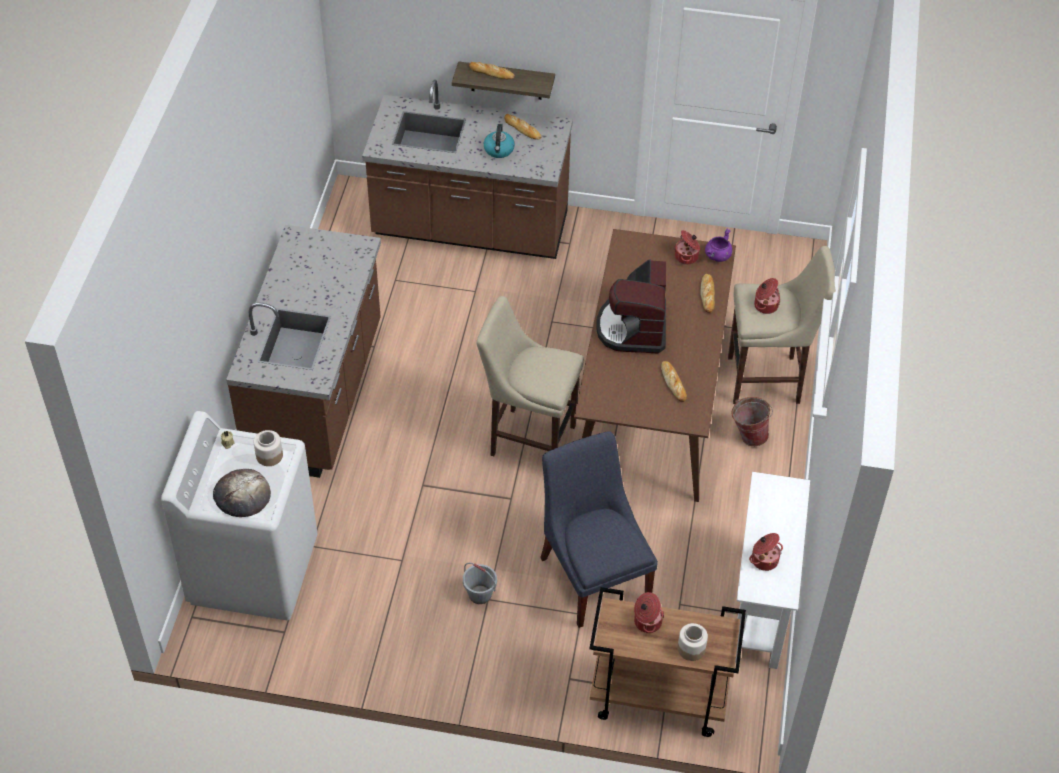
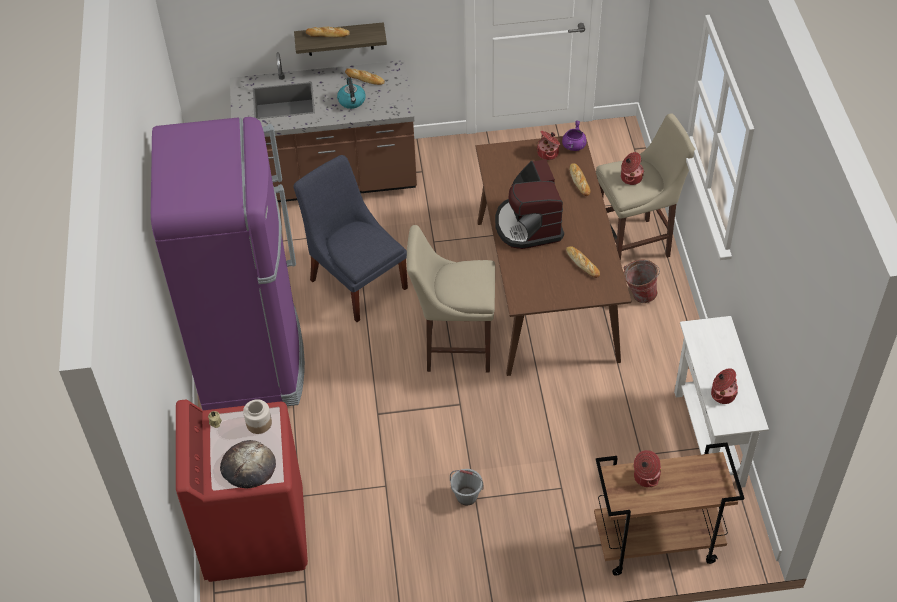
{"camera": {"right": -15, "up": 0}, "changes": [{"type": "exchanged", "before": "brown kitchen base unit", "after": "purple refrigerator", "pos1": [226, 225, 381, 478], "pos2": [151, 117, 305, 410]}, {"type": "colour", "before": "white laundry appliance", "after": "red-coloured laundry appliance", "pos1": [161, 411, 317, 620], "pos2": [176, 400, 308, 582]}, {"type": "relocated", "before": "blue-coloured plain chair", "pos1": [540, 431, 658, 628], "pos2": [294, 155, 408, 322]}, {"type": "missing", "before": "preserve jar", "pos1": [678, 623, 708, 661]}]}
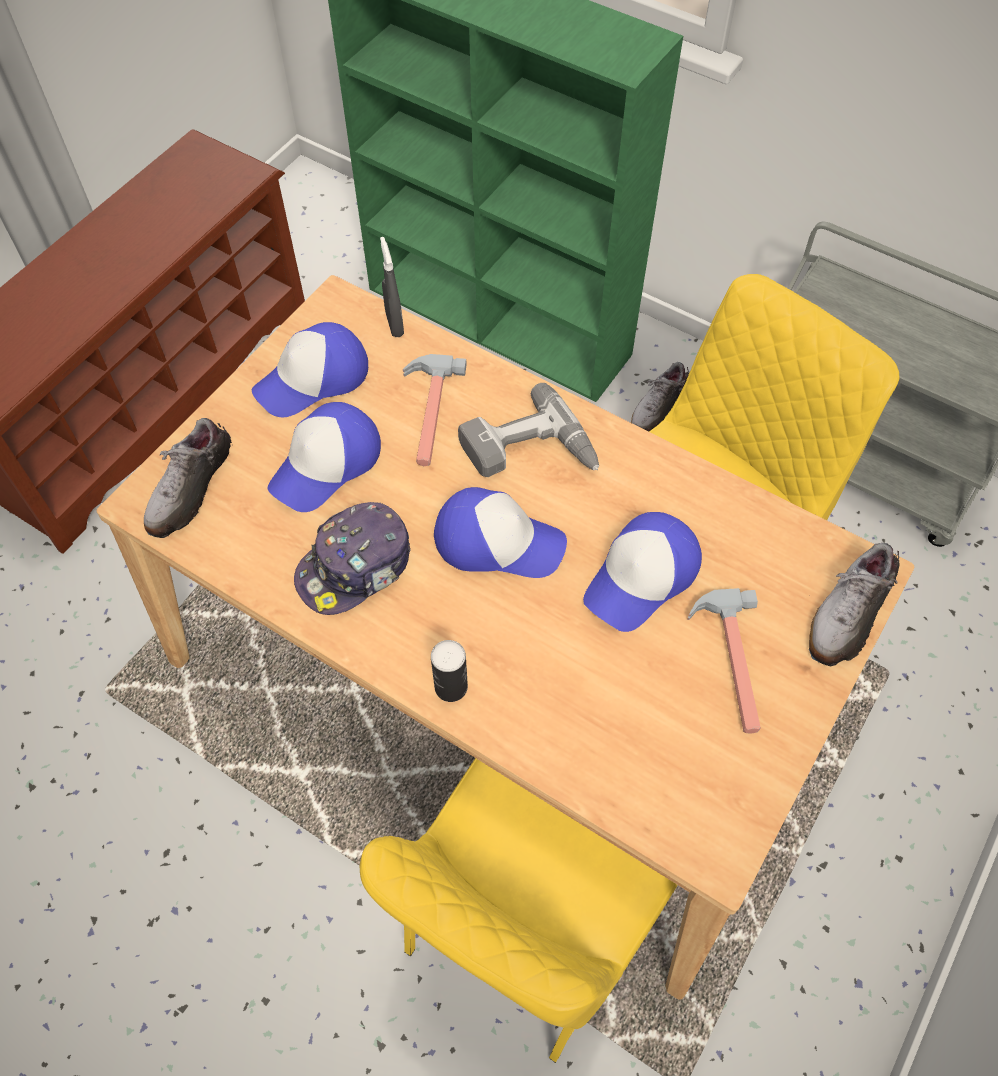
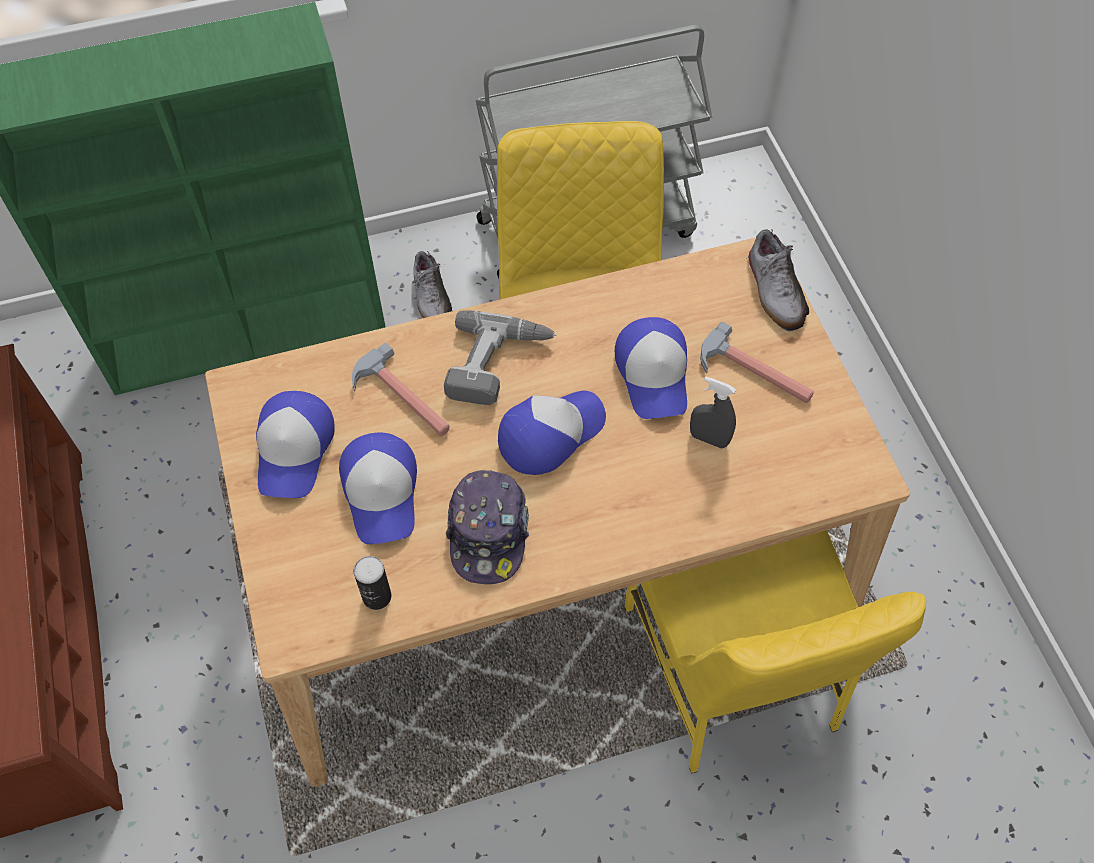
{"camera": {"right": -50, "up": 0}, "changes": [{"type": "relocated", "before": "gray hand sprayer", "pos1": [380, 237, 404, 337], "pos2": [690, 377, 736, 448]}, {"type": "missing", "before": "shoe", "pos1": [144, 418, 232, 538]}, {"type": "relocated", "before": "can", "pos1": [431, 640, 468, 702], "pos2": [354, 556, 391, 610]}]}
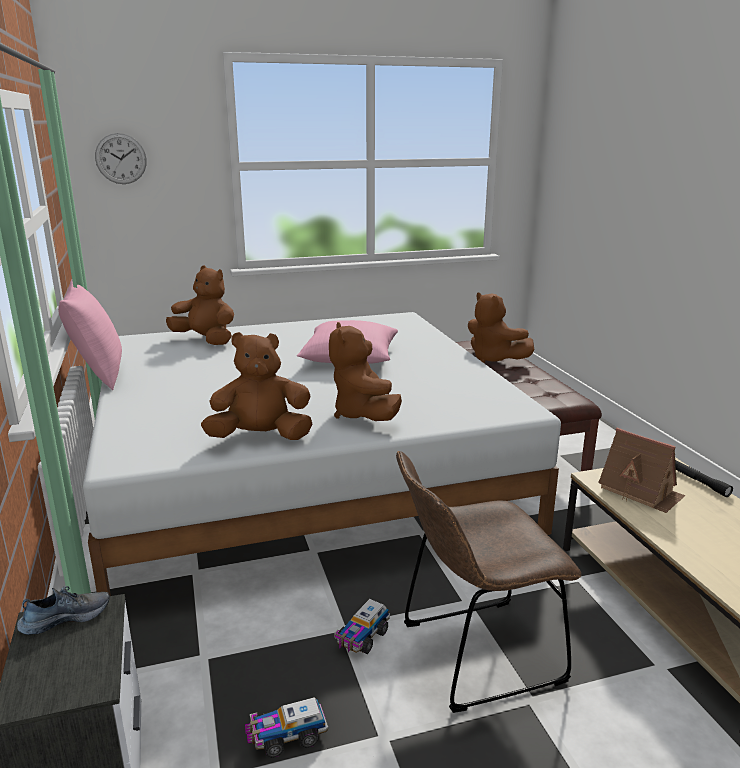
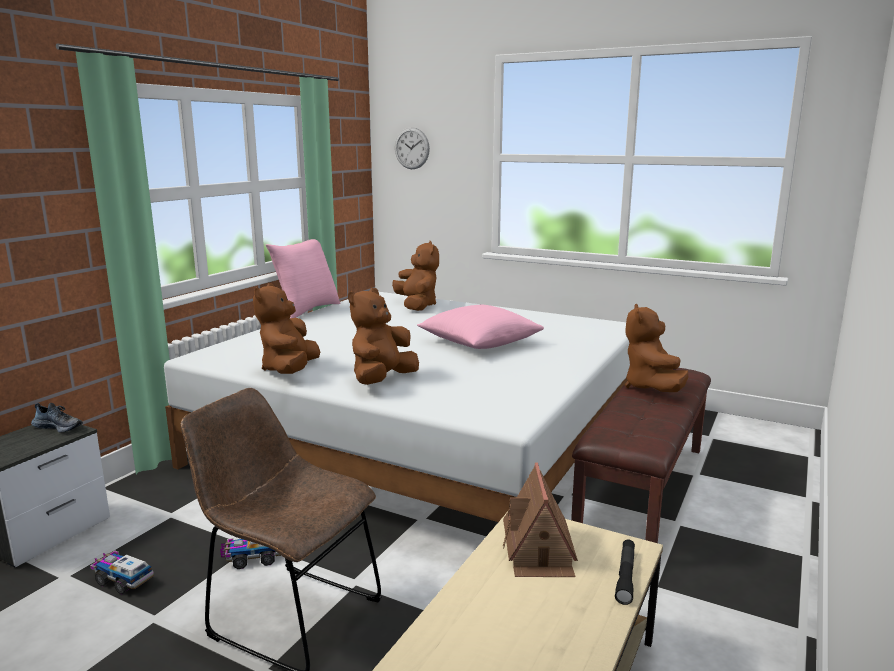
{"camera": {"right": 45, "up": -5}, "changes": [{"type": "spun", "before": "brown soft toy", "pos1": [201, 332, 313, 440], "pos2": [253, 283, 320, 374], "turn": -120}]}
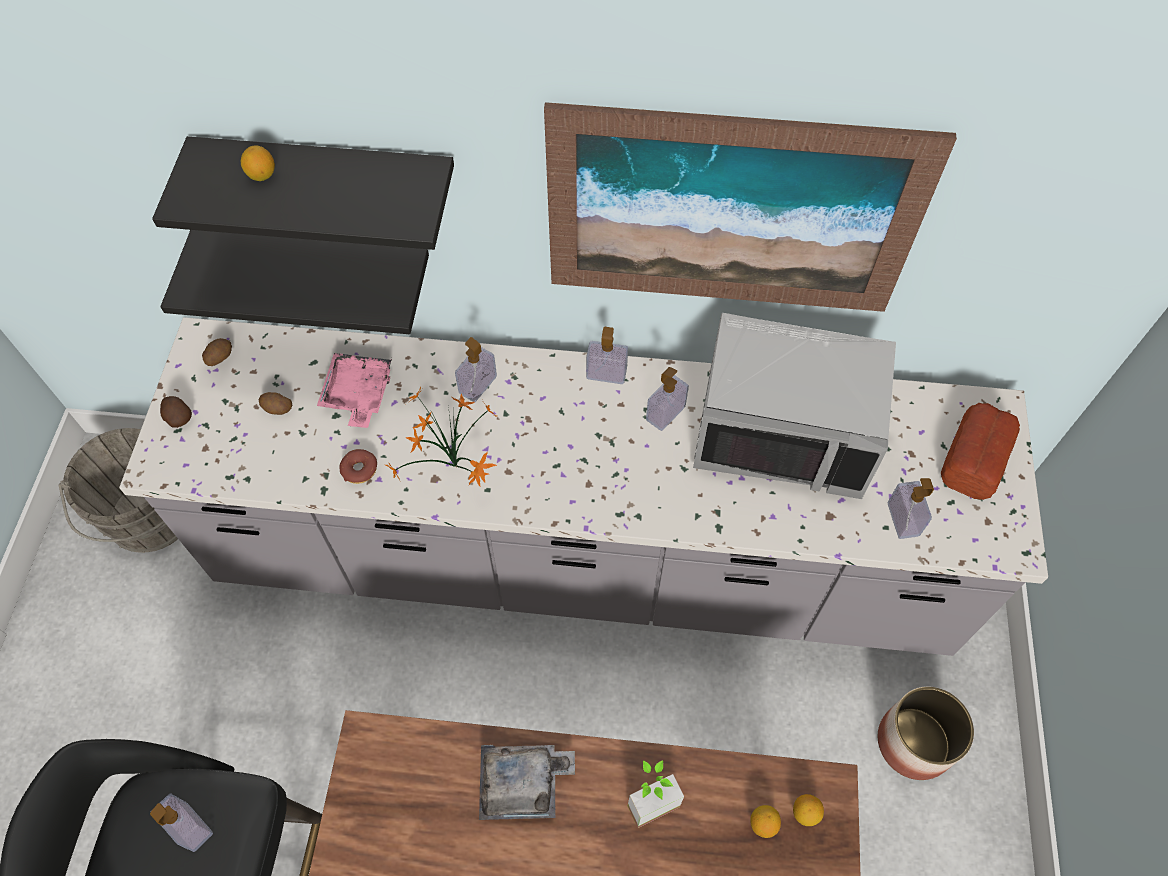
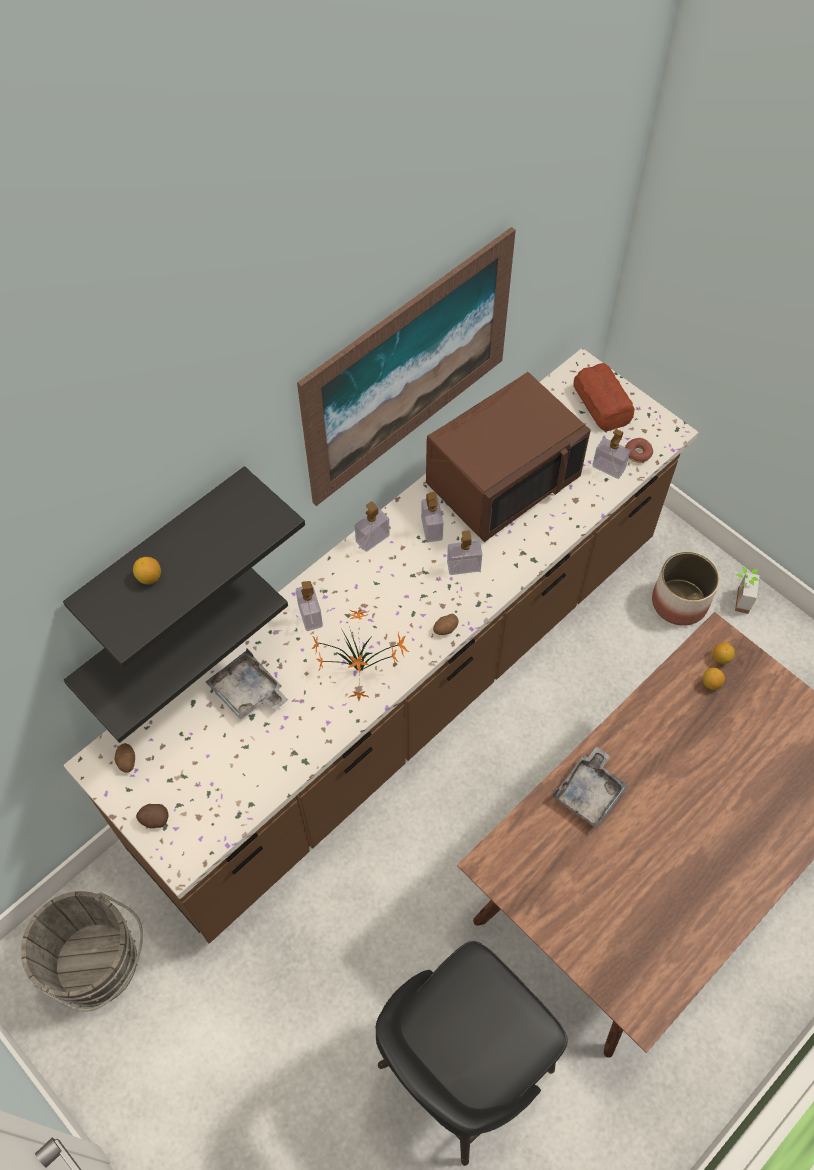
{"camera": {"right": -50, "up": 0}, "changes": [{"type": "colour", "before": "gray kitchen microwave", "after": "brown kitchen microwave", "pos1": [693, 313, 896, 499], "pos2": [426, 372, 591, 542]}, {"type": "colour", "before": "gray kitchen base unit", "after": "brown kitchen base unit", "pos1": [119, 317, 1048, 656], "pos2": [64, 348, 698, 944]}, {"type": "colour", "before": "pink-coloured tray", "after": "gray tray", "pos1": [317, 353, 392, 428], "pos2": [206, 649, 288, 720]}, {"type": "relocated", "before": "potato", "pos1": [259, 392, 292, 415], "pos2": [433, 614, 459, 635]}, {"type": "relocated", "before": "ring doughnut", "pos1": [340, 449, 377, 484], "pos2": [625, 438, 653, 463]}, {"type": "relocated", "before": "plant in a pot", "pos1": [628, 760, 684, 828], "pos2": [735, 567, 760, 614]}, {"type": "relocated", "before": "liquid soap bottle", "pos1": [150, 793, 213, 852], "pos2": [447, 530, 482, 575]}]}
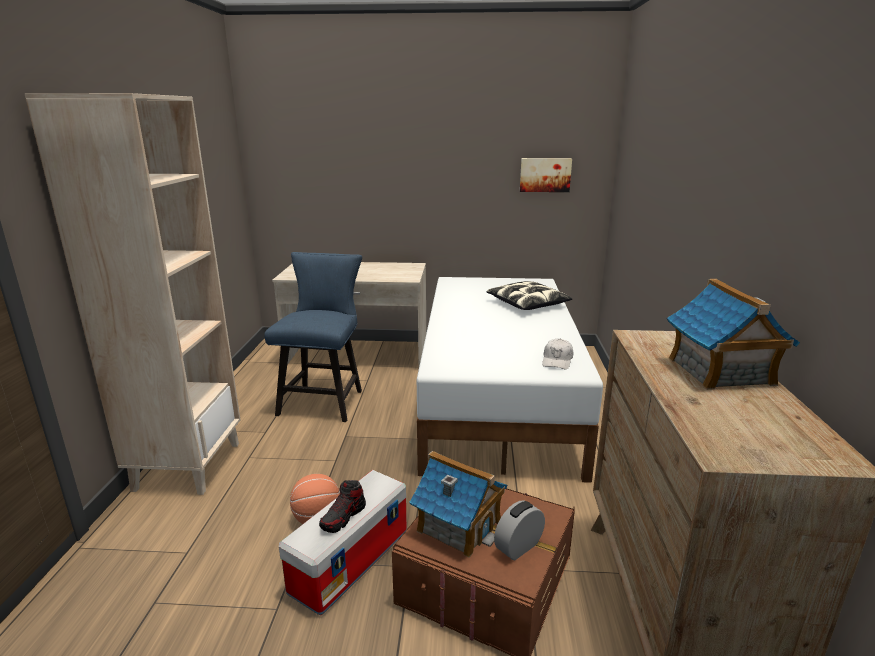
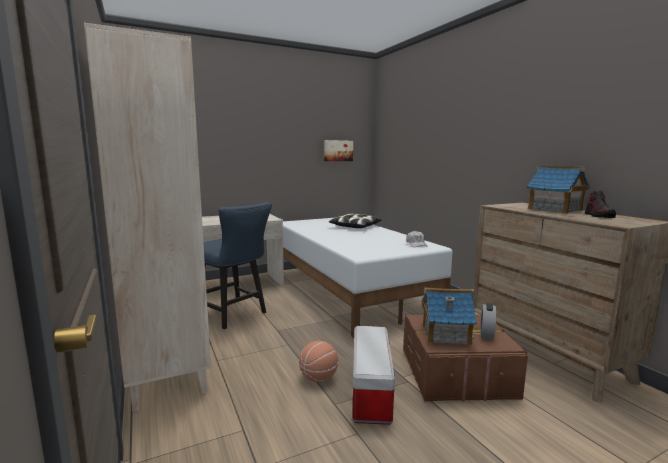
{"camera": {"right": -30, "up": -10}, "changes": [{"type": "spun", "before": "blue-coloured plain chair", "pos1": [264, 252, 362, 422], "pos2": [203, 202, 272, 329], "turn": 150}, {"type": "relocated", "before": "shoe", "pos1": [319, 480, 366, 533], "pos2": [585, 190, 616, 218]}]}
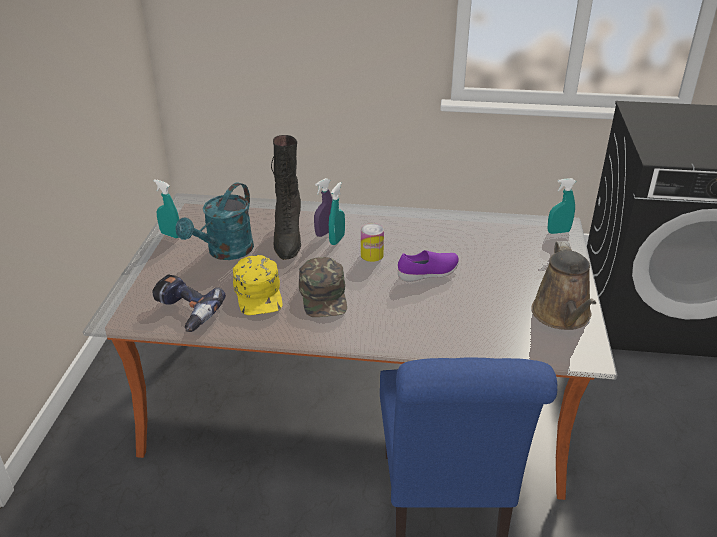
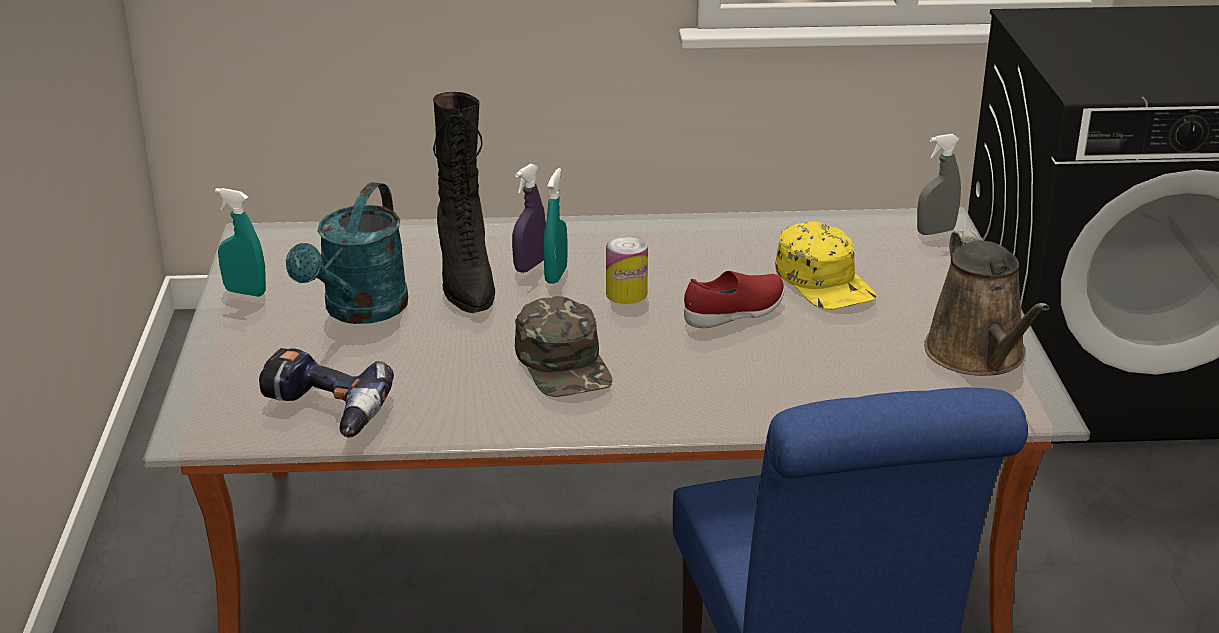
{"camera": {"right": -10, "up": -5}, "changes": [{"type": "colour", "before": "turquoise-coloured hand sprayer", "after": "gray hand sprayer", "pos1": [547, 178, 576, 234], "pos2": [917, 134, 961, 235]}, {"type": "colour", "before": "purple shoe", "after": "red-coloured shoe", "pos1": [398, 250, 459, 282], "pos2": [684, 271, 785, 328]}, {"type": "relocated", "before": "yellowish cap", "pos1": [233, 255, 283, 315], "pos2": [775, 222, 876, 309]}]}
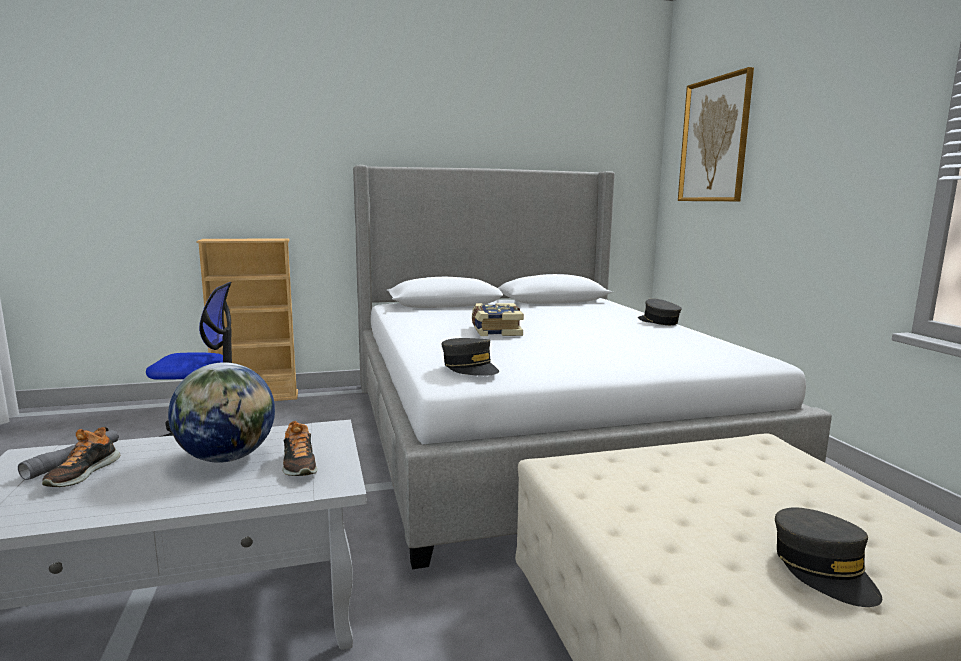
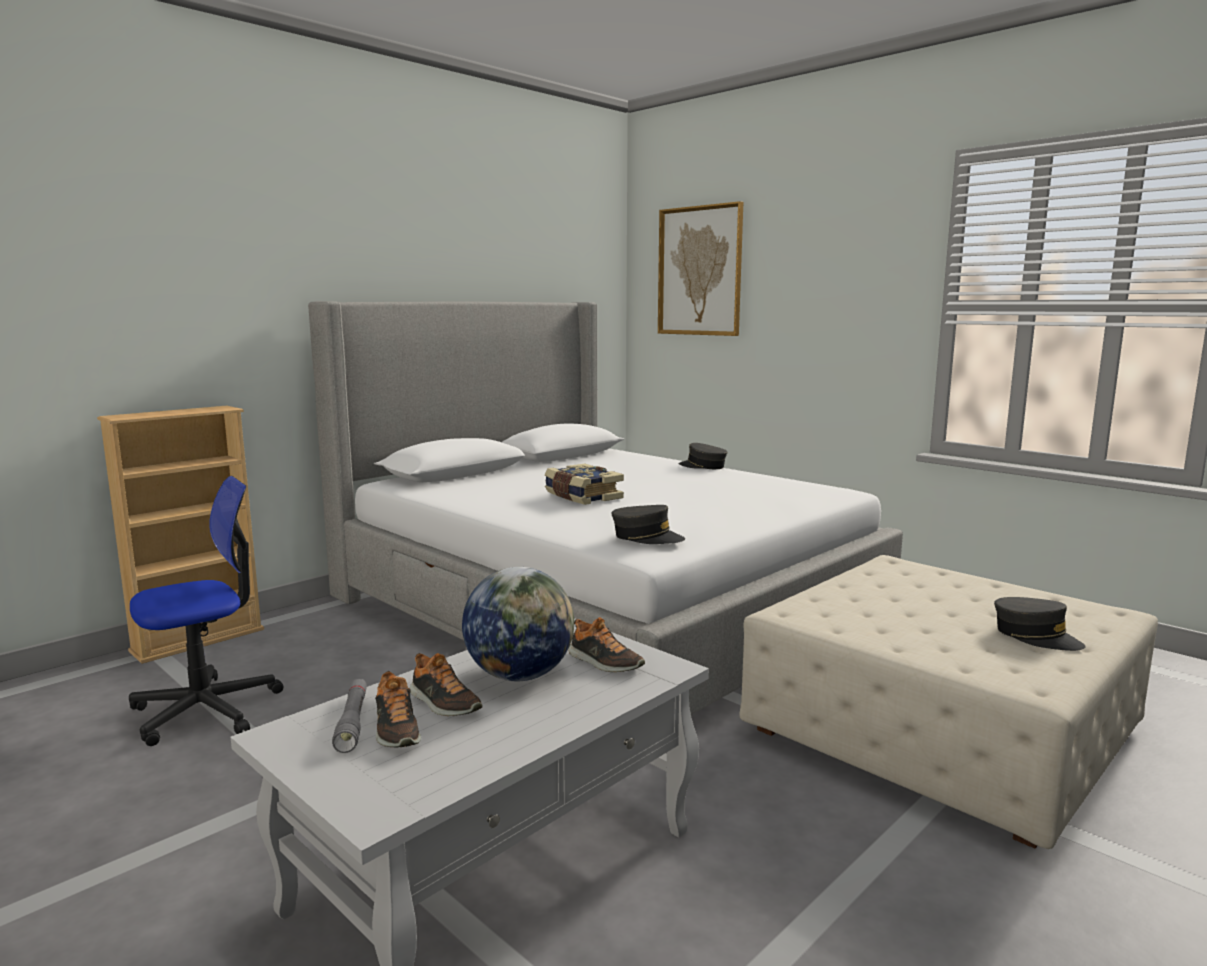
{"camera": {"right": -30, "up": 0}, "changes": [{"type": "appeared", "after": "shoe", "pos2": [410, 653, 483, 716]}]}
